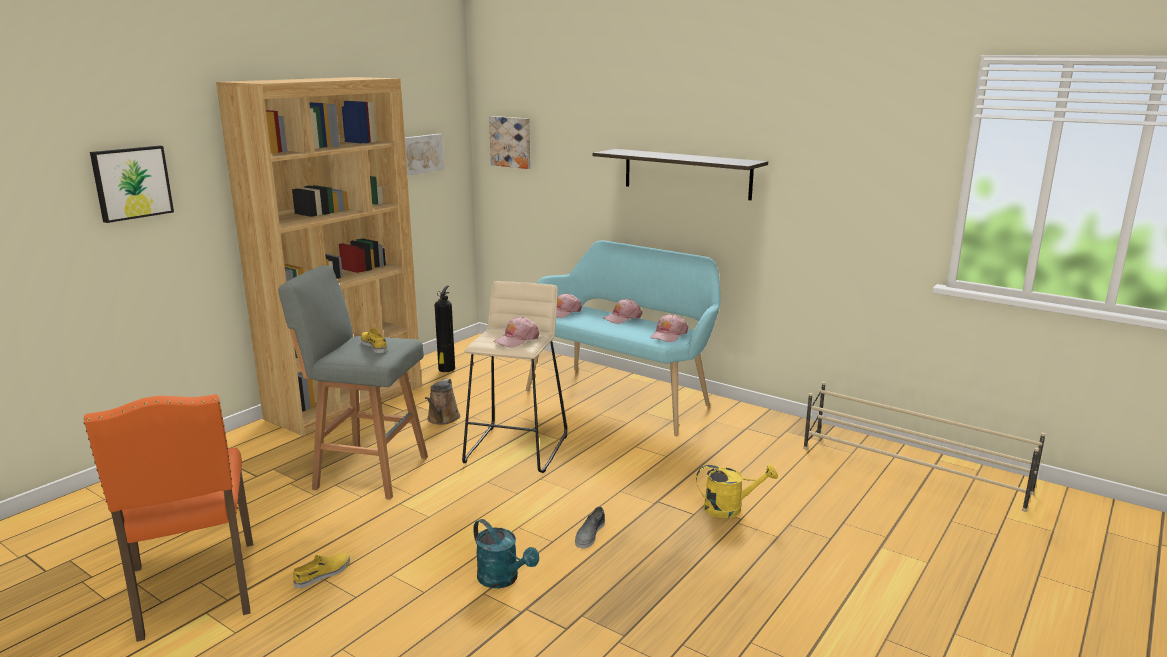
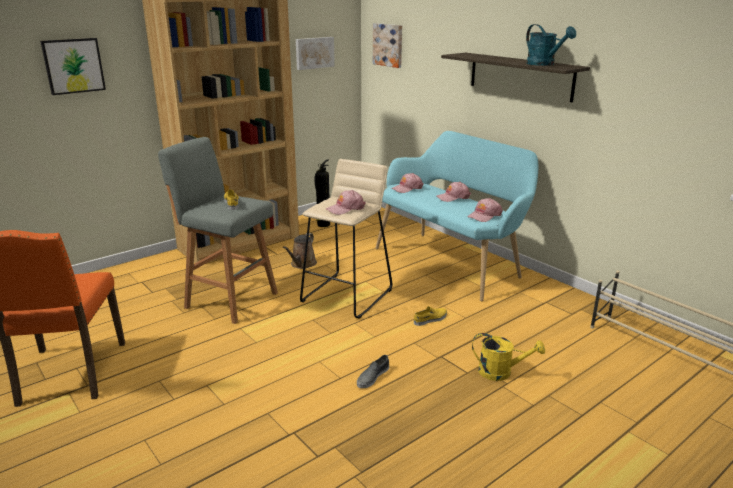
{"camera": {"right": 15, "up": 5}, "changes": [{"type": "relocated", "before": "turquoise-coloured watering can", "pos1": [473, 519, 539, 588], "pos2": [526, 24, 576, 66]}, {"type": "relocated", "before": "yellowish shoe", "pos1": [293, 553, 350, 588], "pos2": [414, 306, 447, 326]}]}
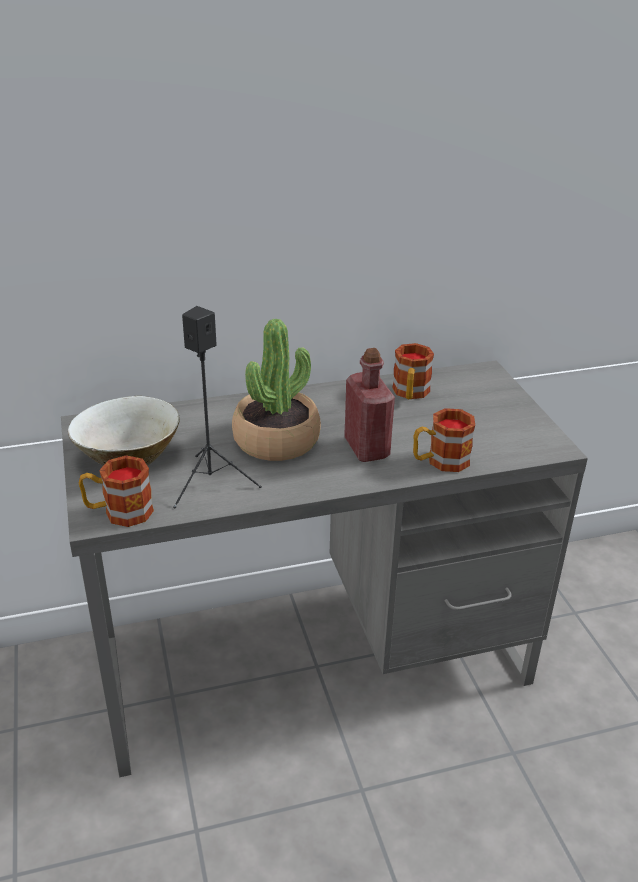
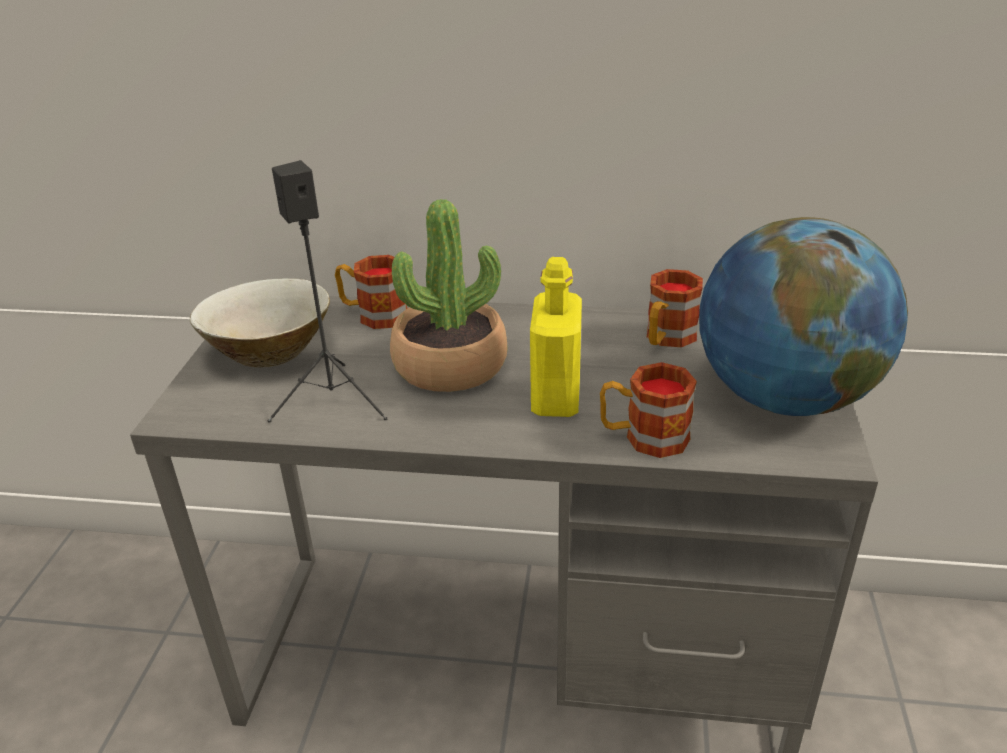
{"camera": {"right": 25, "up": 0}, "changes": [{"type": "colour", "before": "red-coloured bottle", "after": "yellowish bottle", "pos1": [344, 348, 395, 462], "pos2": [530, 257, 582, 417]}, {"type": "relocated", "before": "mug", "pos1": [79, 455, 154, 527], "pos2": [335, 255, 407, 329]}, {"type": "appeared", "after": "desk globe", "pos2": [699, 217, 908, 416]}]}
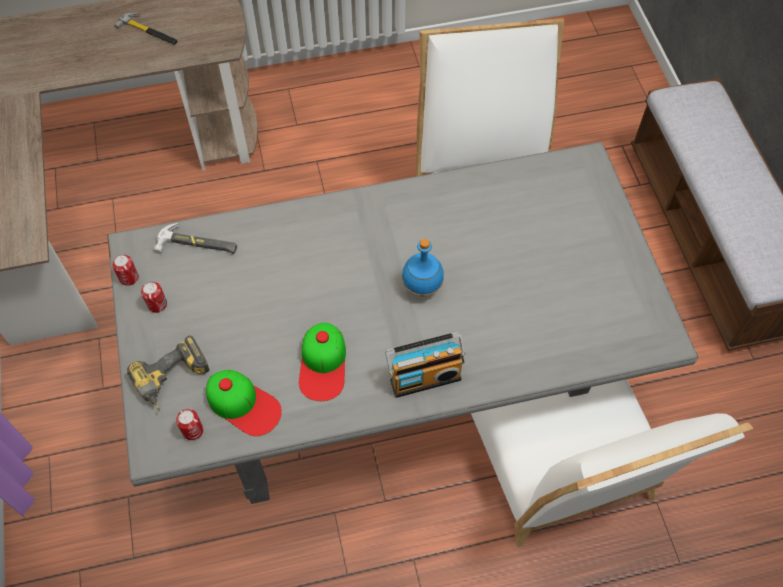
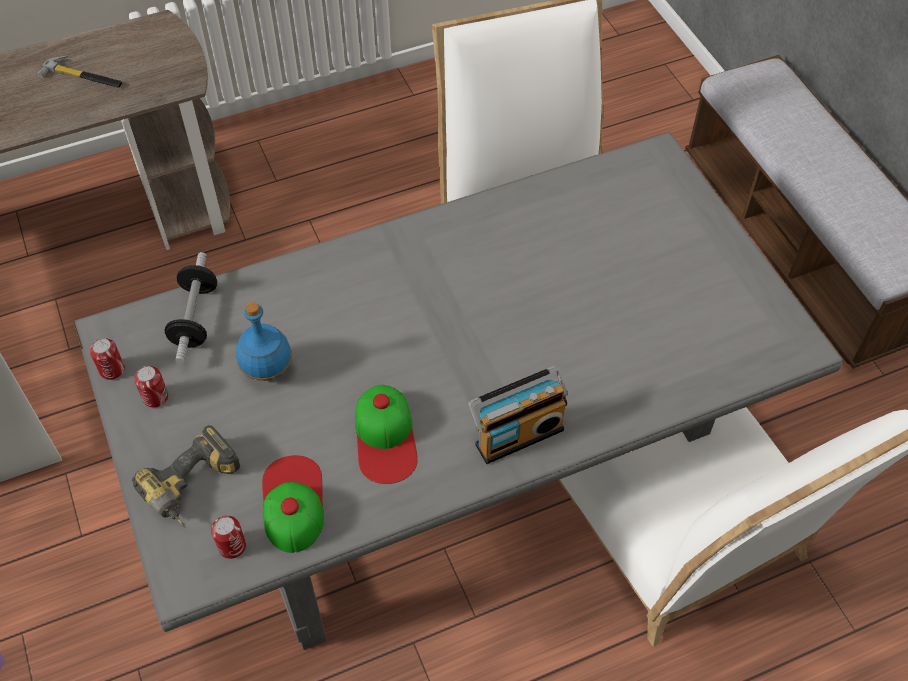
{"camera": {"right": -10, "up": -5}, "changes": [{"type": "exchanged", "before": "tool hammer", "after": "dumbbell", "pos1": [153, 223, 237, 254], "pos2": [165, 252, 217, 364]}, {"type": "relocated", "before": "blue-coloured bottle", "pos1": [402, 239, 444, 297], "pos2": [236, 302, 292, 381]}, {"type": "spun", "before": "cap", "pos1": [206, 370, 282, 436], "pos2": [262, 455, 324, 553], "turn": -120}]}
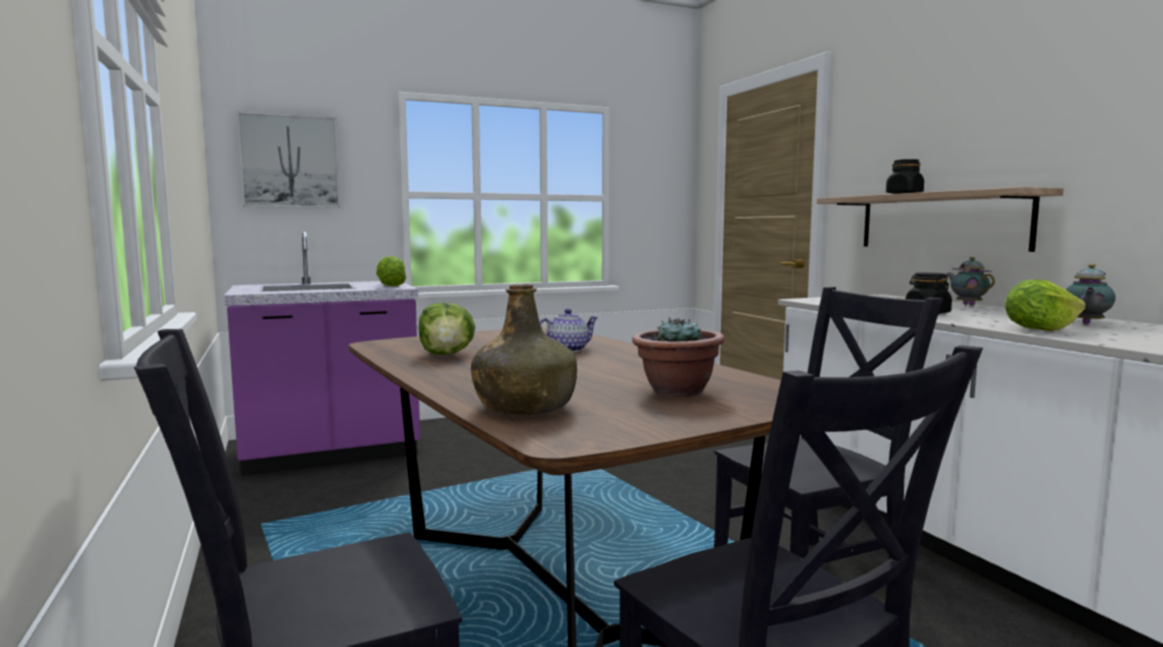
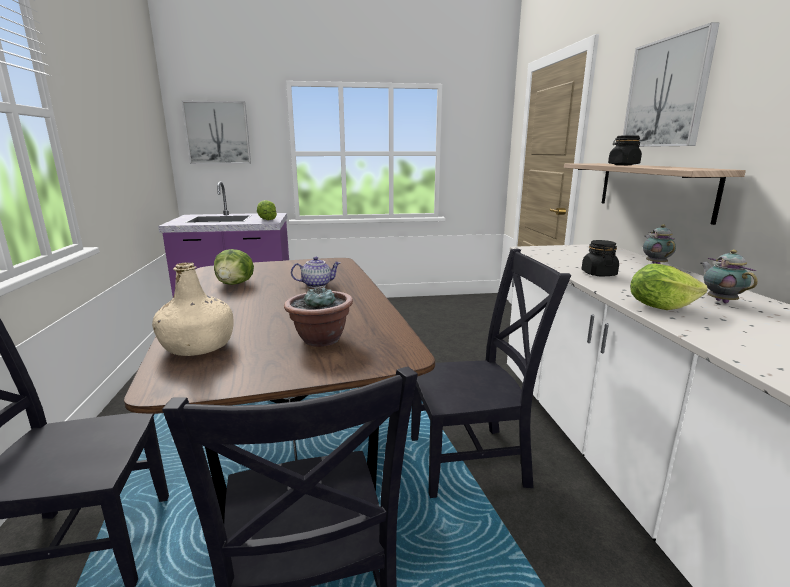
{"camera": {"right": 15, "up": 10}, "changes": [{"type": "spun", "before": "teapot", "pos1": [1066, 264, 1116, 324], "pos2": [701, 250, 758, 303], "turn": 120}, {"type": "colour", "before": "greenish bottle", "after": "beige bottle", "pos1": [471, 284, 577, 415], "pos2": [152, 262, 234, 356]}, {"type": "appeared", "after": "picture", "pos2": [623, 22, 719, 147]}]}
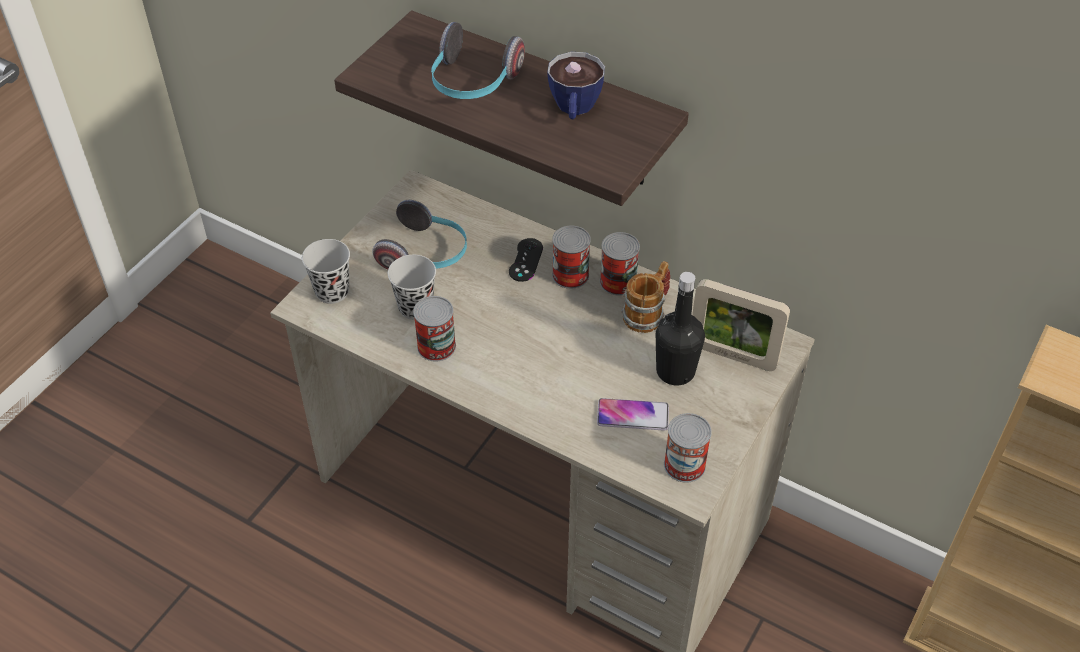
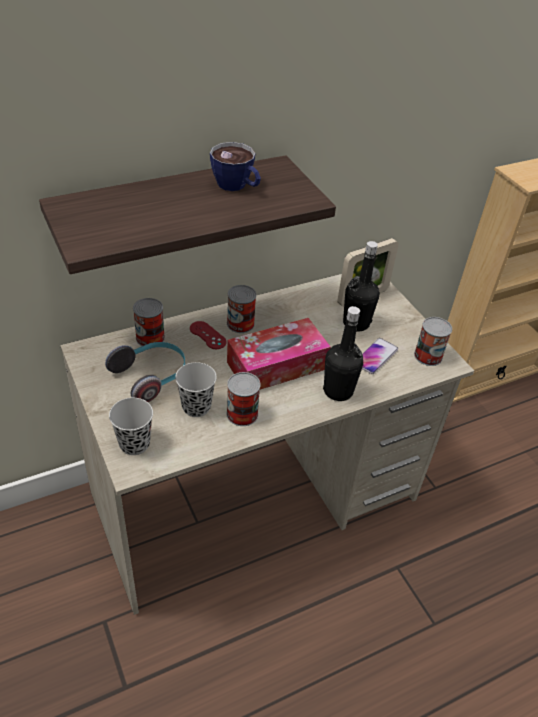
{"camera": {"right": -60, "up": -5}, "changes": [{"type": "missing", "before": "pair of headphones", "pos1": [431, 22, 525, 99]}, {"type": "relocated", "before": "can", "pos1": [600, 232, 640, 296], "pos2": [133, 298, 165, 346]}, {"type": "colour", "before": "black-coloured gamepad", "after": "red-coloured gamepad", "pos1": [509, 238, 543, 282], "pos2": [190, 321, 226, 349]}, {"type": "missing", "before": "mug", "pos1": [621, 261, 670, 333]}, {"type": "appeared", "after": "black-coloured bottle", "pos2": [323, 306, 363, 401]}, {"type": "appeared", "after": "box of tissues", "pos2": [227, 318, 331, 390]}]}
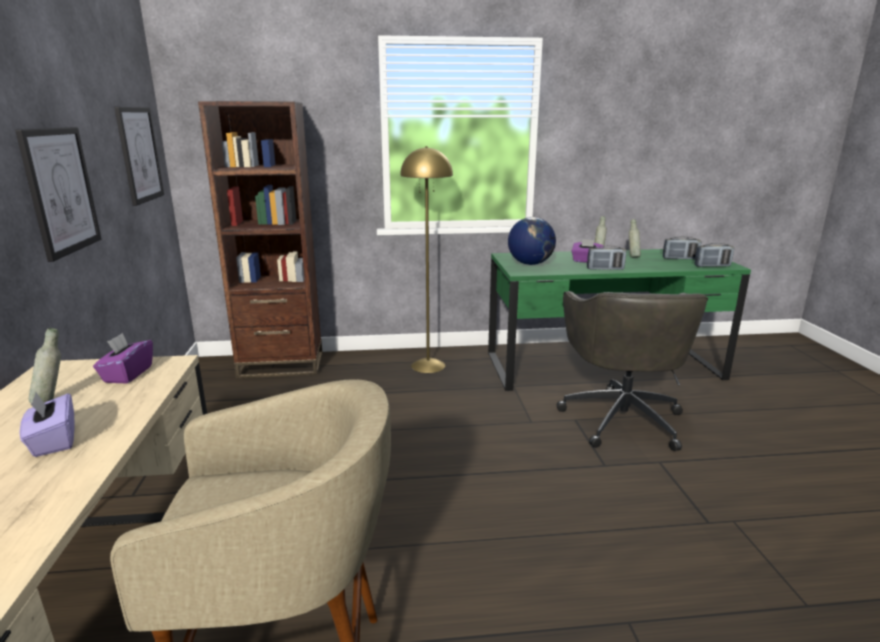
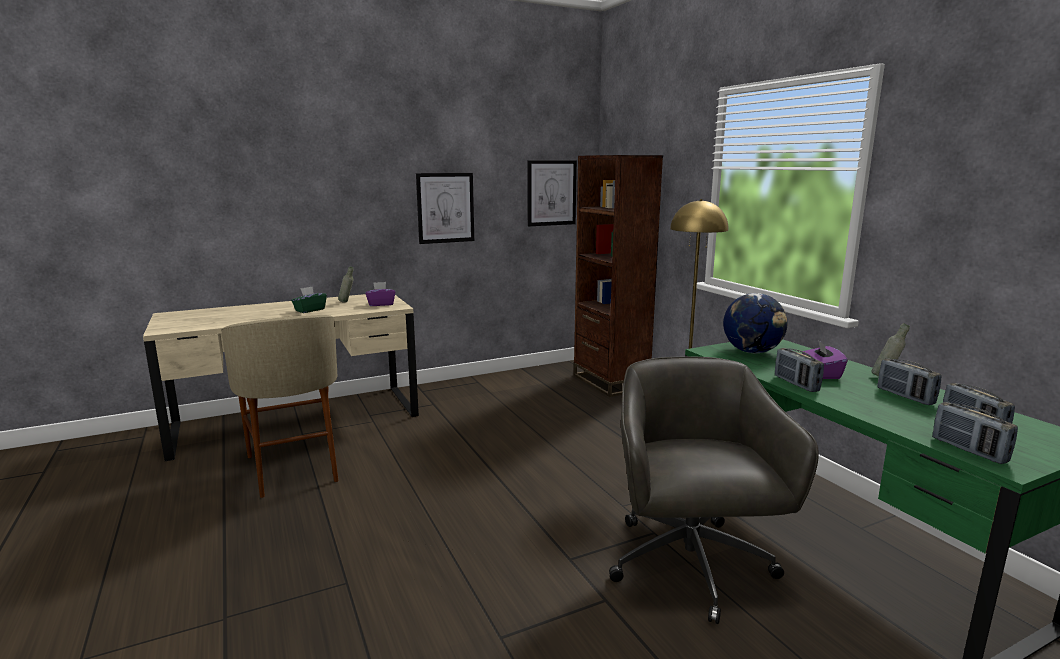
{"camera": {"right": 70, "up": -5}, "changes": [{"type": "exchanged", "before": "gray bottle", "after": "radio receiver", "pos1": [629, 219, 641, 258], "pos2": [877, 358, 942, 405]}, {"type": "spun", "before": "gray computer chair", "pos1": [557, 291, 708, 451], "pos2": [609, 357, 819, 624], "turn": 105}, {"type": "colour", "before": "purple box of tissues", "after": "greenish box of tissues", "pos1": [19, 392, 75, 457], "pos2": [291, 287, 327, 313]}]}
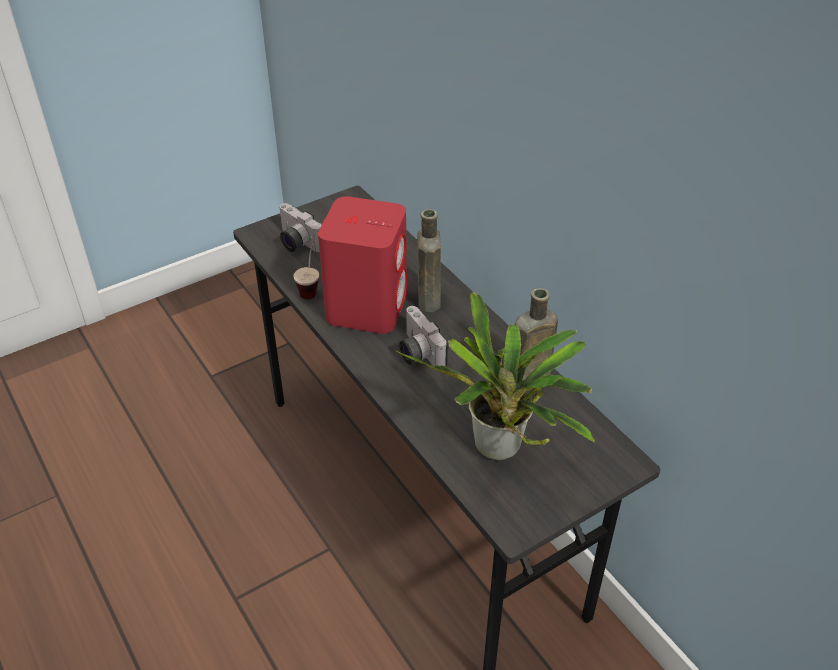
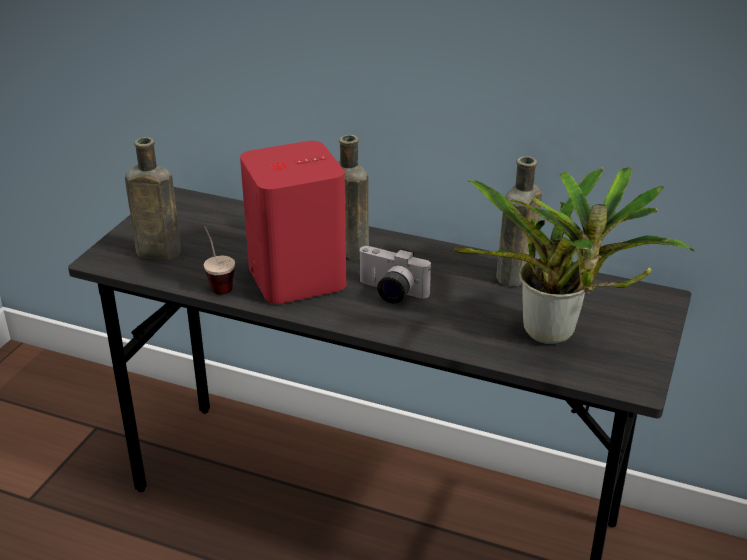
{"camera": {"right": -35, "up": -10}, "changes": [{"type": "exchanged", "before": "still camera", "after": "brown bottle", "pos1": [279, 203, 322, 252], "pos2": [125, 137, 181, 260]}]}
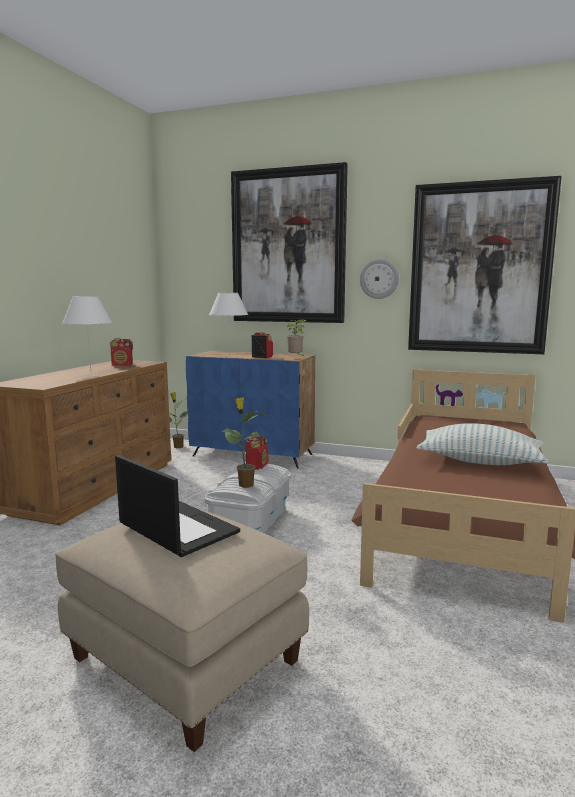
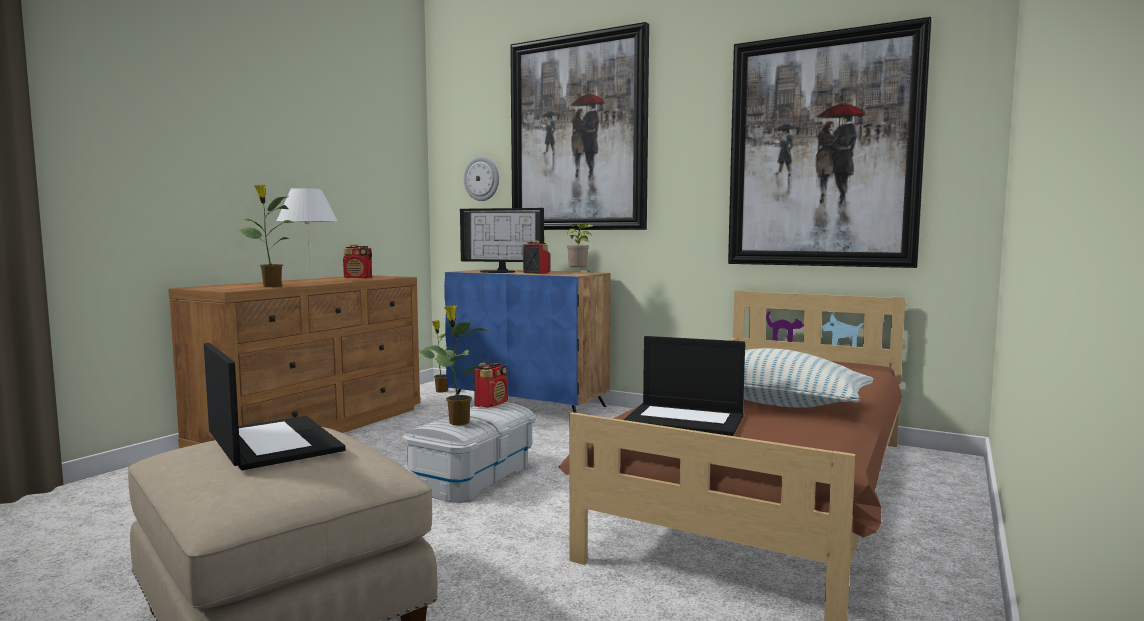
{"camera": {"right": 10, "up": -5}, "changes": [{"type": "relocated", "before": "clock on the wall", "pos1": [360, 259, 399, 299], "pos2": [464, 157, 499, 201]}, {"type": "exchanged", "before": "white tabletop lamp", "after": "computer display", "pos1": [209, 293, 248, 356], "pos2": [460, 208, 544, 273]}, {"type": "appeared", "after": "plant in a pot", "pos2": [238, 185, 294, 287]}, {"type": "appeared", "after": "portable computer", "pos2": [624, 336, 745, 436]}]}
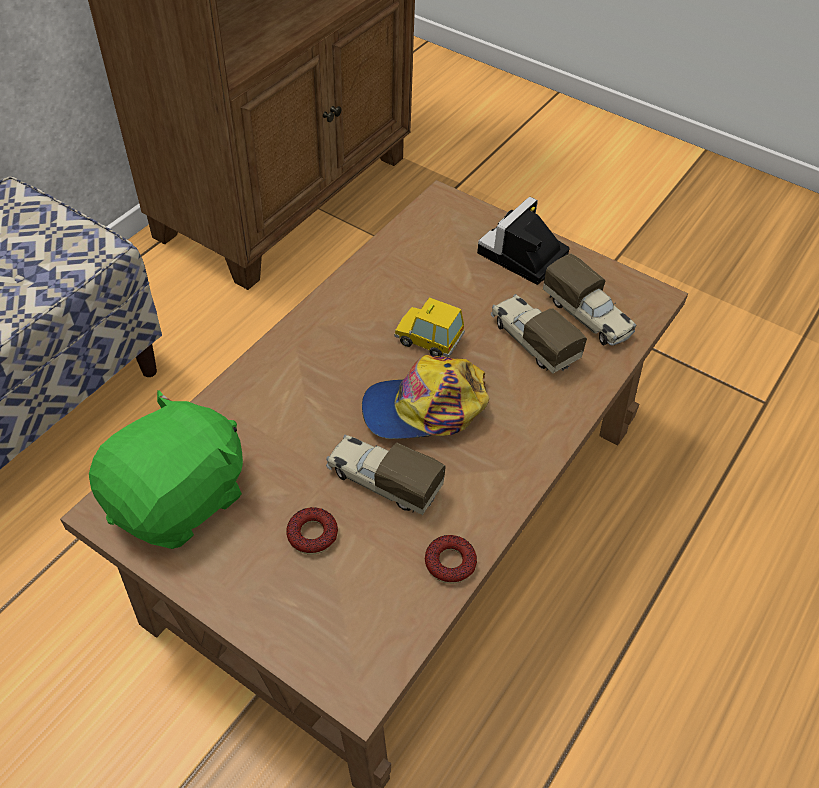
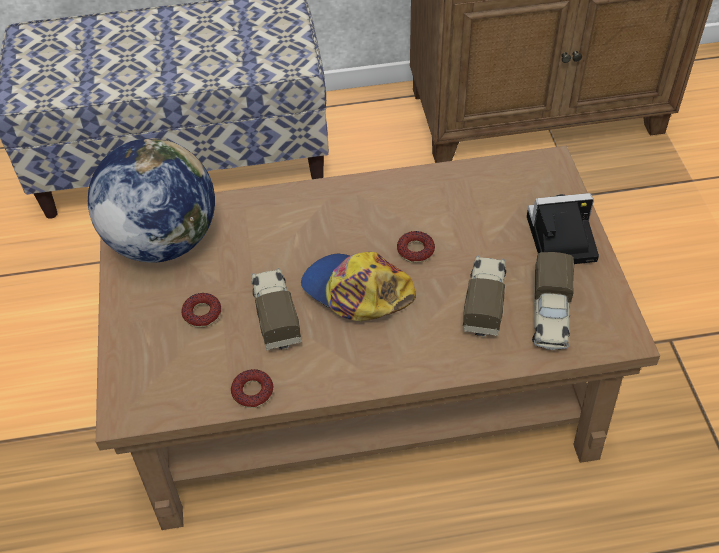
{"camera": {"right": 50, "up": 0}, "changes": [{"type": "exchanged", "before": "miniature car", "after": "ring doughnut", "pos1": [394, 297, 465, 358], "pos2": [397, 231, 435, 263]}, {"type": "exchanged", "before": "greenish soft toy", "after": "desk globe", "pos1": [89, 390, 243, 549], "pos2": [88, 138, 215, 263]}]}
